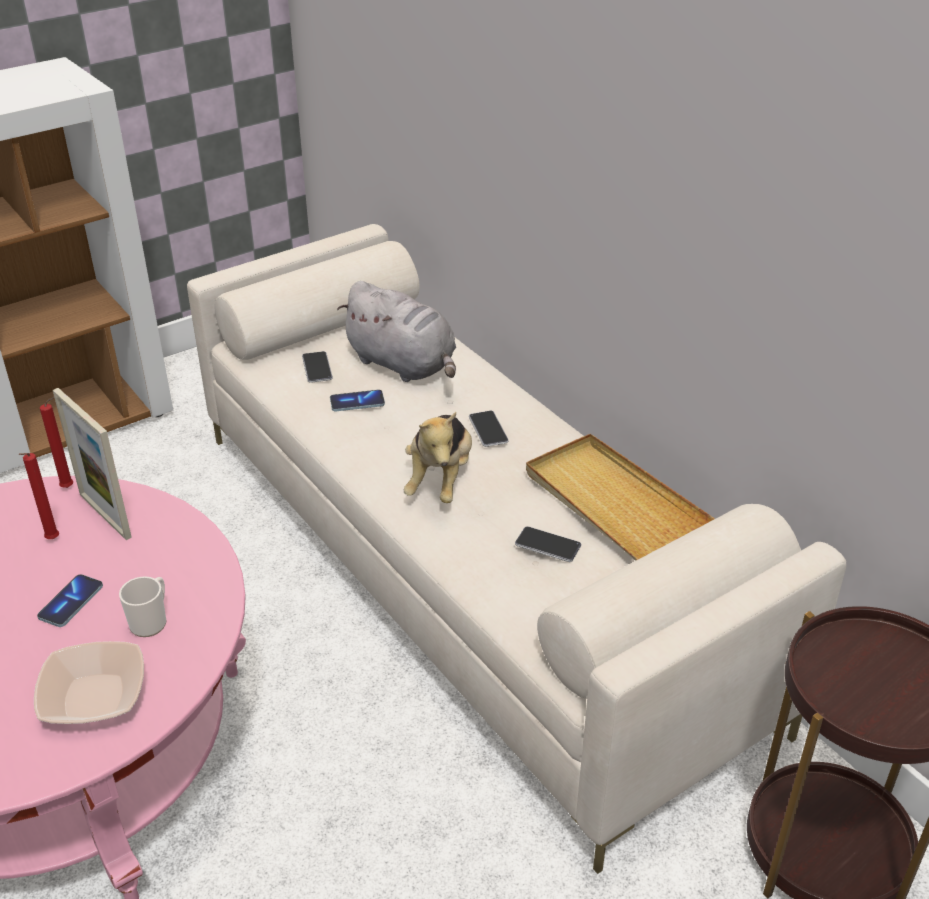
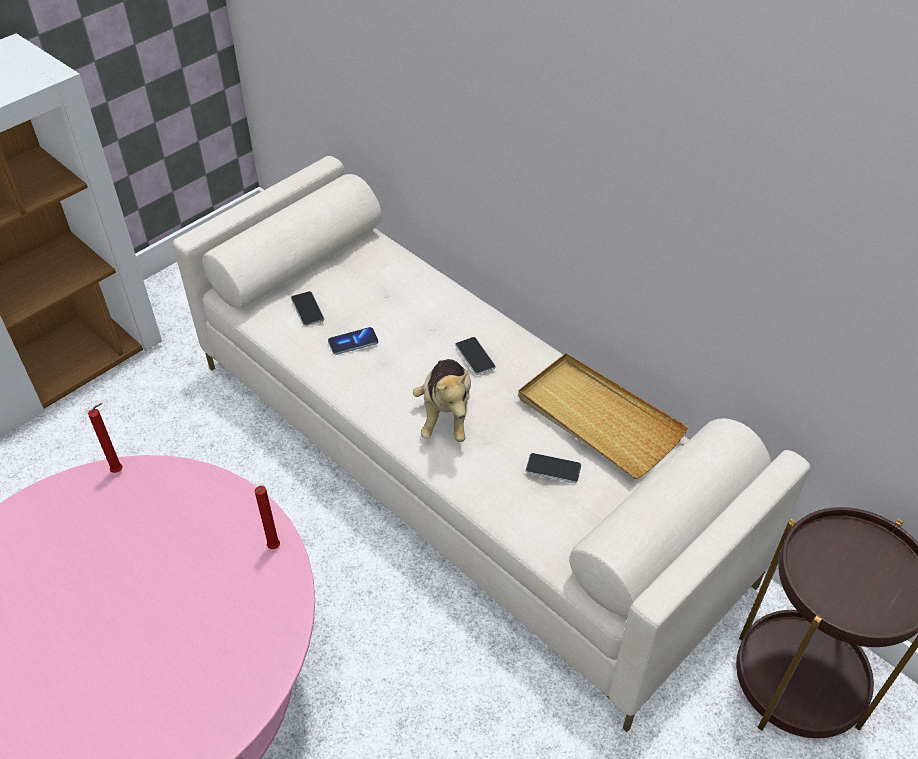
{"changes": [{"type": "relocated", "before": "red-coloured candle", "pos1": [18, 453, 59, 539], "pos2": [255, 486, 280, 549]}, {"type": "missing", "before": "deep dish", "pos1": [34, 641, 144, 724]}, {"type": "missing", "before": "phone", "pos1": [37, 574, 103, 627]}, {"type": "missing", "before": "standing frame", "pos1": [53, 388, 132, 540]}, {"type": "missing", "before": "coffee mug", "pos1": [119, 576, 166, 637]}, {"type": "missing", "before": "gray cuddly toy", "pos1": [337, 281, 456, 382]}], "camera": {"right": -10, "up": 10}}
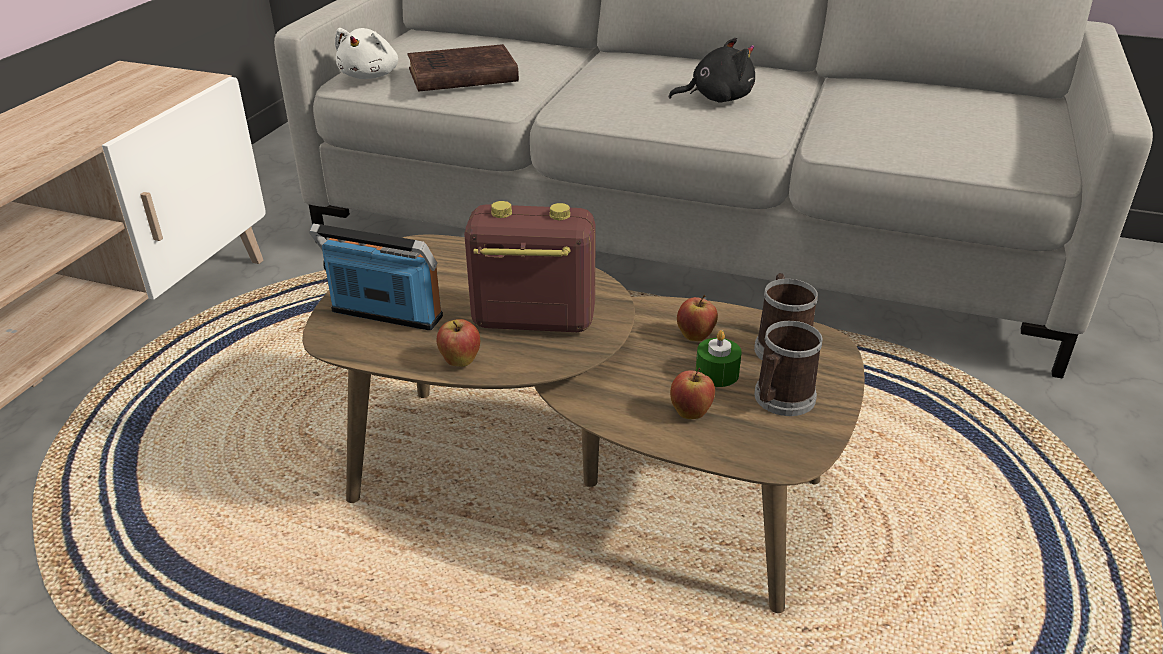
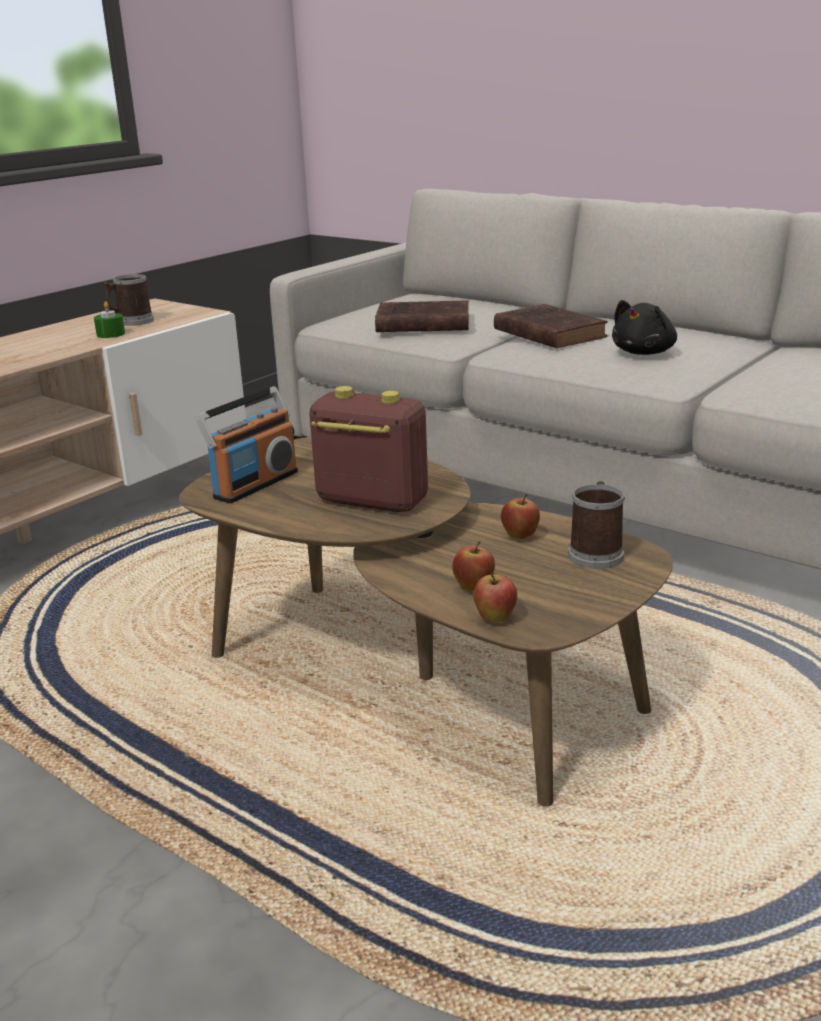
{"changes": [{"type": "spun", "before": "radio set", "pos1": [309, 224, 443, 330], "pos2": [195, 386, 298, 504], "turn": 90}, {"type": "missing", "before": "white cuddly toy", "pos1": [335, 28, 398, 79]}, {"type": "relocated", "before": "whole apple", "pos1": [436, 319, 480, 367], "pos2": [473, 573, 517, 623]}, {"type": "spun", "before": "blackish cuddly toy", "pos1": [669, 38, 755, 103], "pos2": [612, 300, 677, 355], "turn": 120}, {"type": "relocated", "before": "green candle", "pos1": [696, 330, 742, 387], "pos2": [94, 301, 125, 338]}, {"type": "relocated", "before": "coffee mug", "pos1": [754, 321, 823, 416], "pos2": [104, 274, 154, 326]}, {"type": "appeared", "after": "brownish book", "pos2": [494, 304, 608, 348]}], "camera": {"right": 20, "up": -10}}
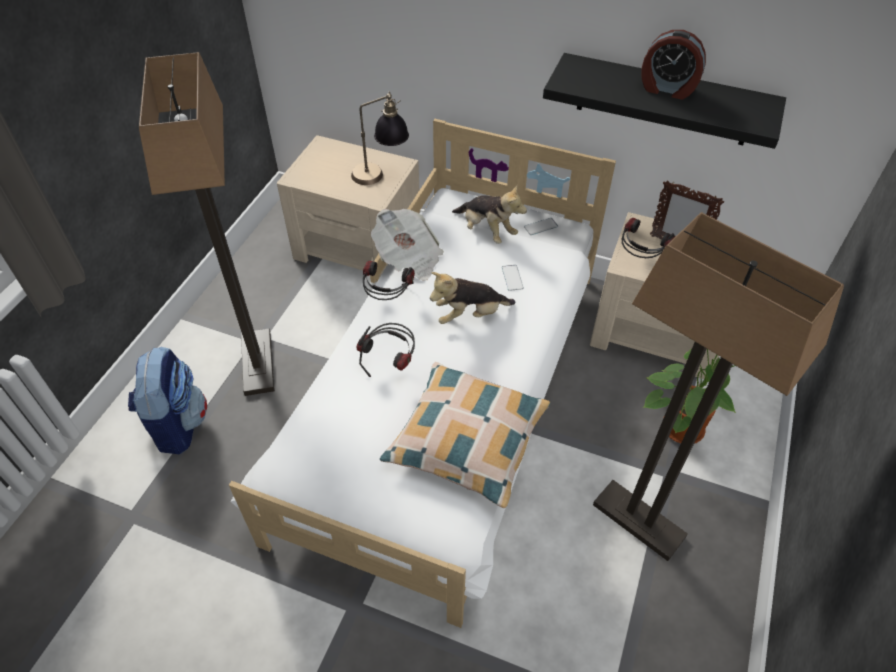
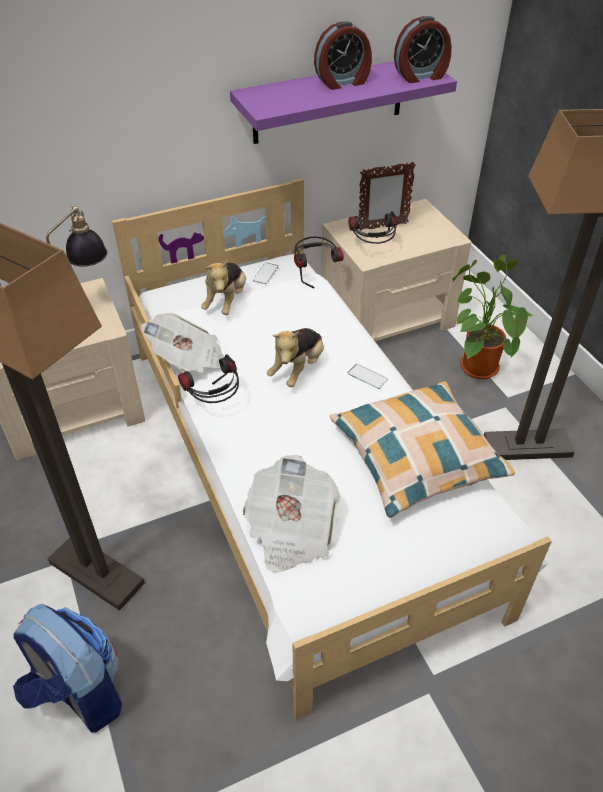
{"changes": [{"type": "relocated", "before": "pair of headphones", "pos1": [357, 323, 415, 377], "pos2": [294, 237, 343, 288]}, {"type": "spun", "before": "cuddly toy", "pos1": [452, 185, 527, 244], "pos2": [201, 260, 246, 315], "turn": 105}, {"type": "relocated", "before": "phone", "pos1": [502, 265, 524, 291], "pos2": [347, 364, 388, 389]}, {"type": "colour", "before": "blackish bracket shelf", "after": "purplish bracket shelf", "pos1": [543, 53, 786, 149], "pos2": [230, 61, 457, 144]}, {"type": "appeared", "after": "newspaper", "pos2": [243, 455, 340, 573]}, {"type": "appeared", "after": "table clock", "pos2": [394, 16, 452, 83]}], "camera": {"right": -45, "up": -5}}
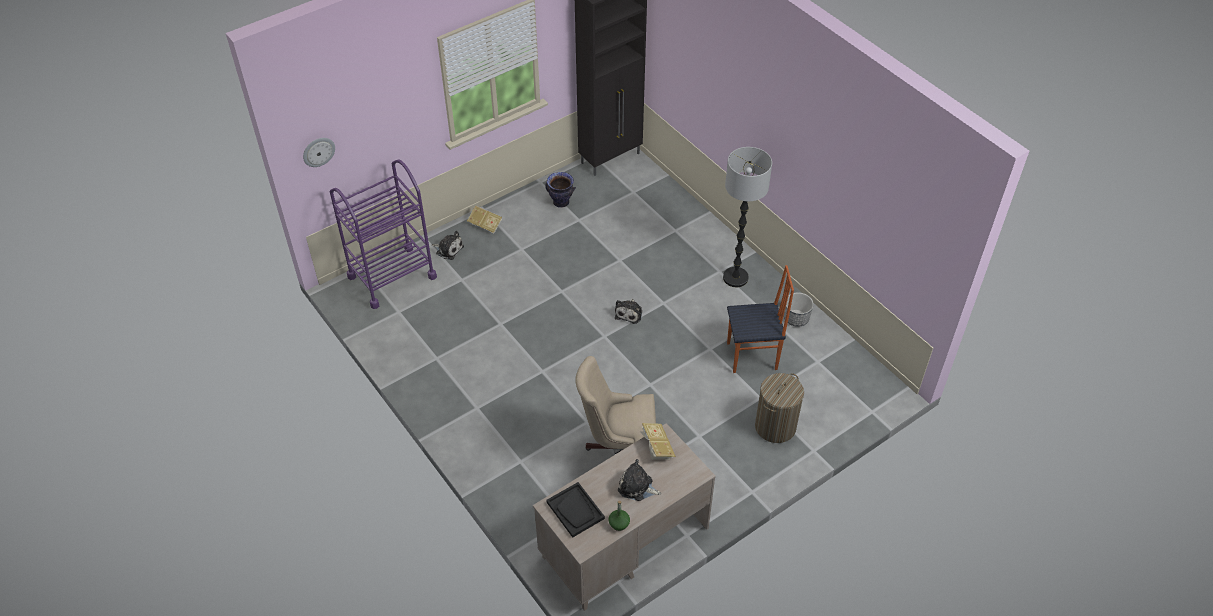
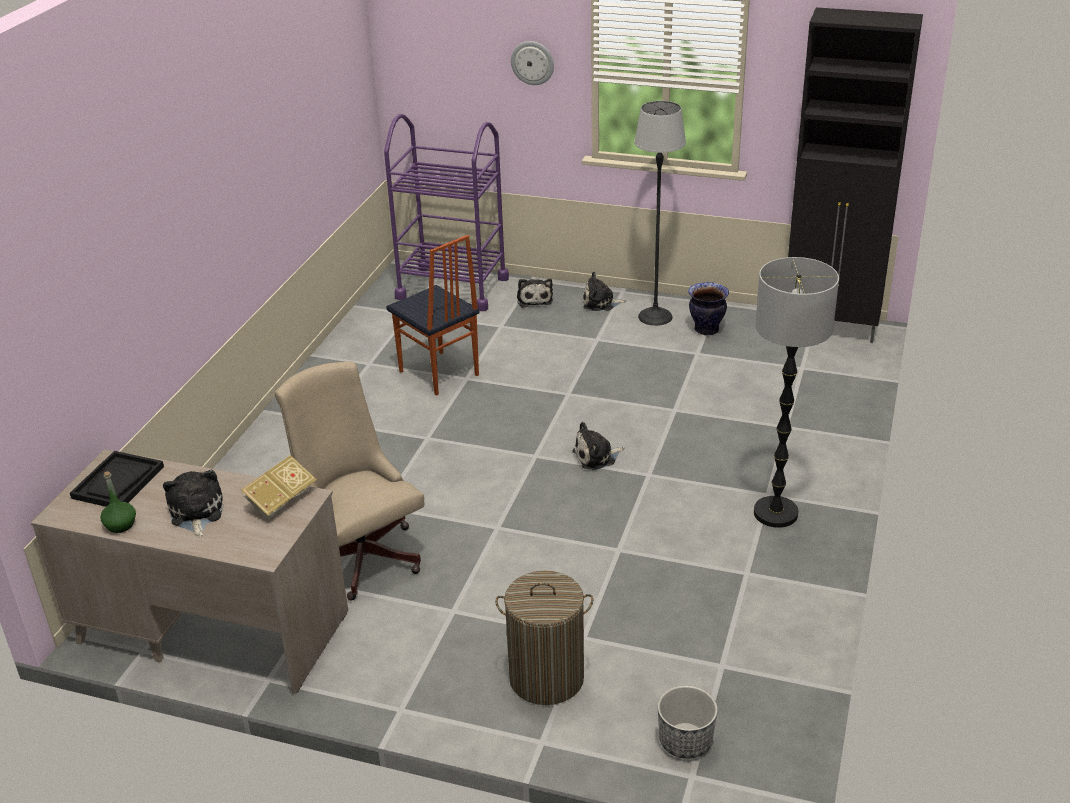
{"changes": [{"type": "relocated", "before": "wall clock", "pos1": [303, 138, 335, 167], "pos2": [511, 41, 554, 85]}, {"type": "exchanged", "before": "book", "after": "cuddly toy", "pos1": [467, 206, 502, 234], "pos2": [583, 271, 627, 311]}, {"type": "relocated", "before": "plain chair", "pos1": [727, 265, 794, 373], "pos2": [386, 235, 480, 396]}, {"type": "relocated", "before": "planter", "pos1": [784, 292, 814, 327], "pos2": [658, 686, 718, 759]}, {"type": "appeared", "after": "floor lamp", "pos2": [634, 101, 686, 326]}], "camera": {"right": 55, "up": -15}}
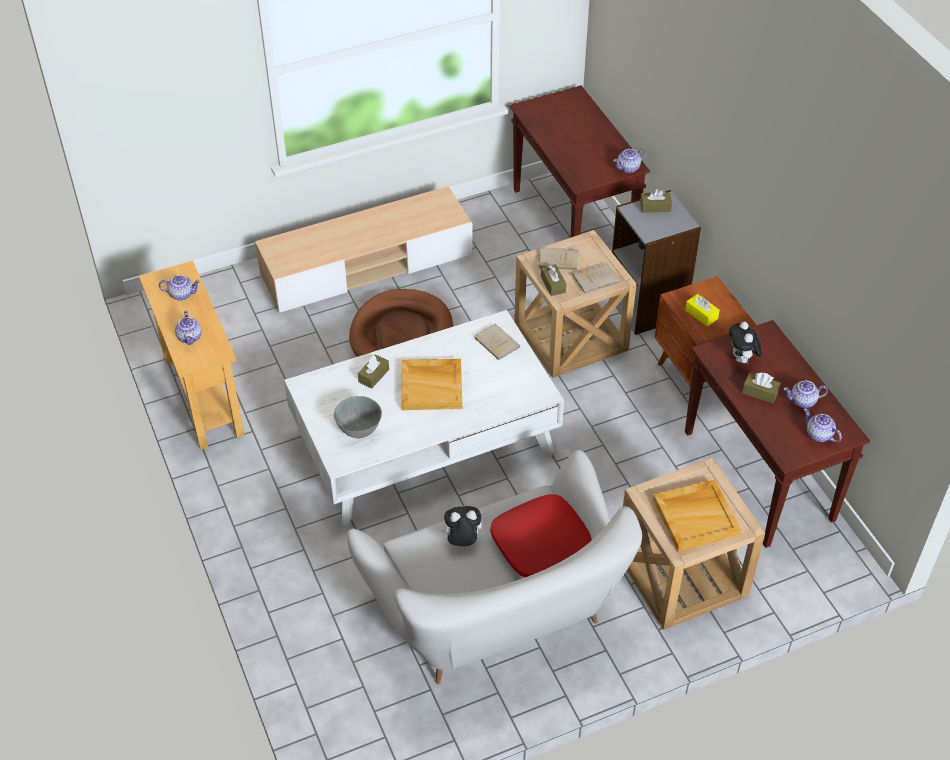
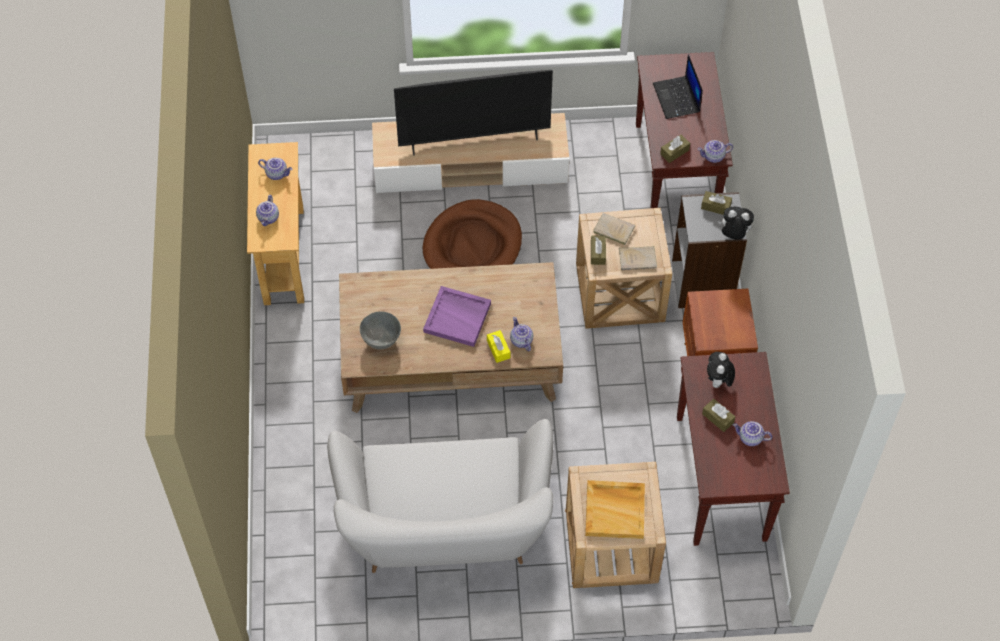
{"changes": [{"type": "colour", "before": "white low table", "after": "brownish low table", "pos1": [284, 310, 564, 526], "pos2": [339, 262, 563, 413]}, {"type": "relocated", "before": "brownish box of tissues", "pos1": [358, 354, 389, 389], "pos2": [660, 134, 690, 163]}, {"type": "colour", "before": "beige-coloured serving tray", "after": "purplish serving tray", "pos1": [401, 359, 462, 410], "pos2": [423, 286, 491, 347]}, {"type": "relocated", "before": "cuddly toy", "pos1": [439, 506, 482, 546], "pos2": [718, 207, 754, 240]}, {"type": "missing", "before": "beige-coloured book", "pos1": [474, 324, 520, 360]}, {"type": "missing", "before": "red-coloured cushion", "pos1": [490, 494, 592, 577]}, {"type": "relocated", "before": "yellow-coloured box of tissues", "pos1": [685, 294, 720, 326], "pos2": [487, 330, 510, 363]}, {"type": "relocated", "before": "teapot", "pos1": [804, 409, 842, 442], "pos2": [510, 317, 533, 351]}, {"type": "appeared", "after": "TV", "pos2": [394, 70, 553, 155]}, {"type": "appeared", "after": "laptop", "pos2": [653, 55, 703, 119]}], "camera": {"right": 20, "up": 10}}
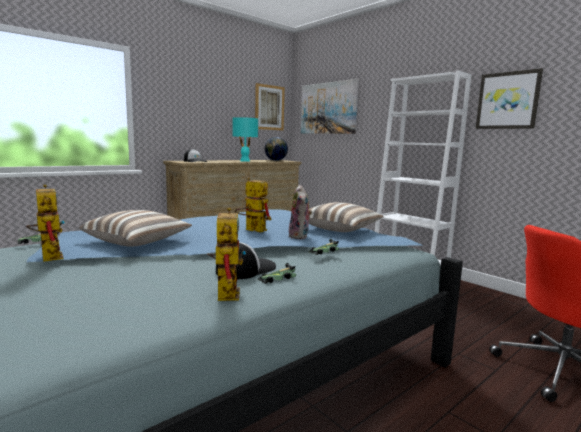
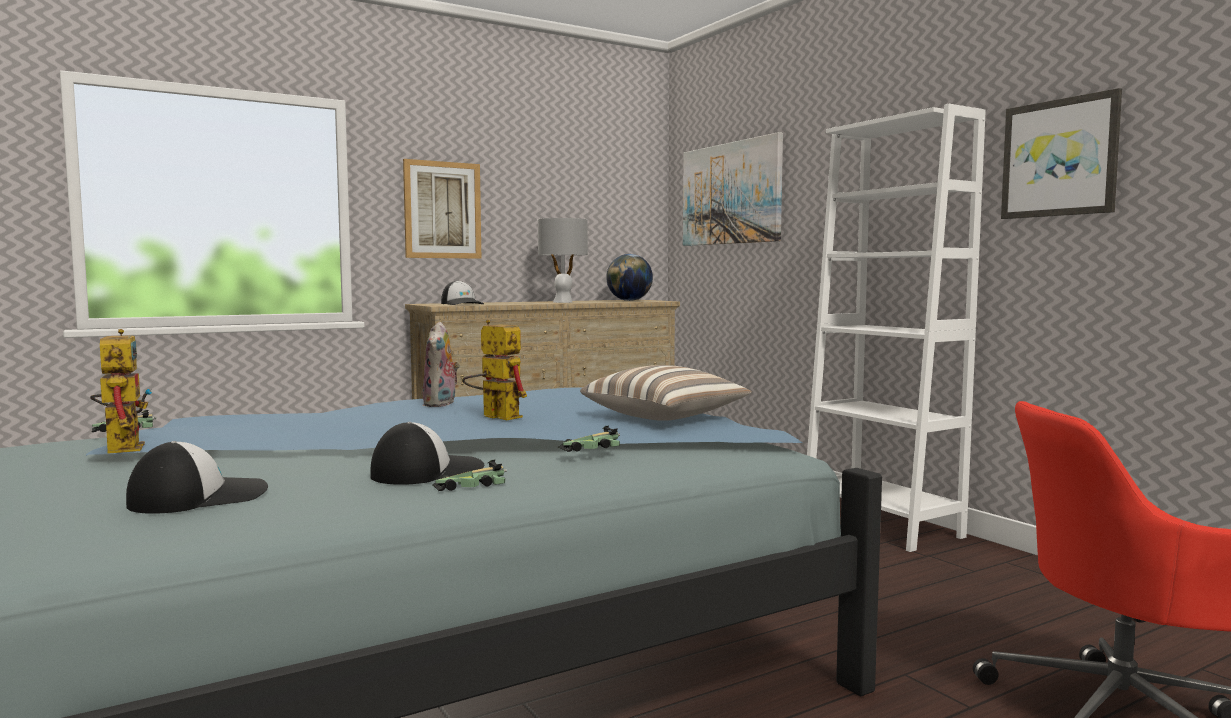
{"changes": [{"type": "missing", "before": "cushion", "pos1": [79, 210, 192, 247]}, {"type": "missing", "before": "model robot", "pos1": [207, 208, 246, 301]}, {"type": "colour", "before": "blue-green table lamp", "after": "gray table lamp", "pos1": [233, 117, 258, 162], "pos2": [538, 218, 588, 303]}, {"type": "relocated", "before": "picture", "pos1": [255, 83, 285, 131], "pos2": [403, 159, 481, 259]}, {"type": "relocated", "before": "cuddly toy", "pos1": [289, 185, 312, 239], "pos2": [423, 322, 460, 407]}, {"type": "appeared", "after": "peaked cap", "pos2": [126, 441, 268, 514]}], "camera": {"right": 10, "up": -5}}
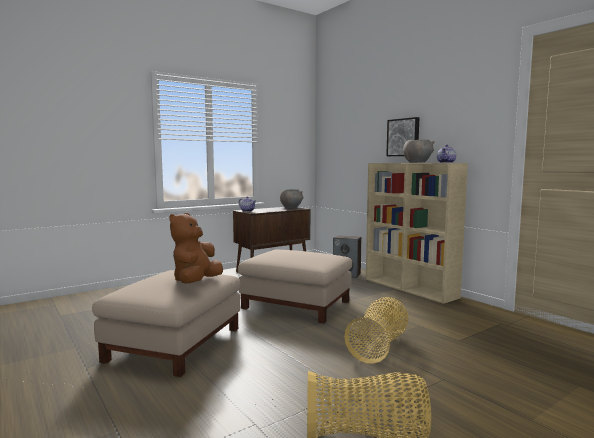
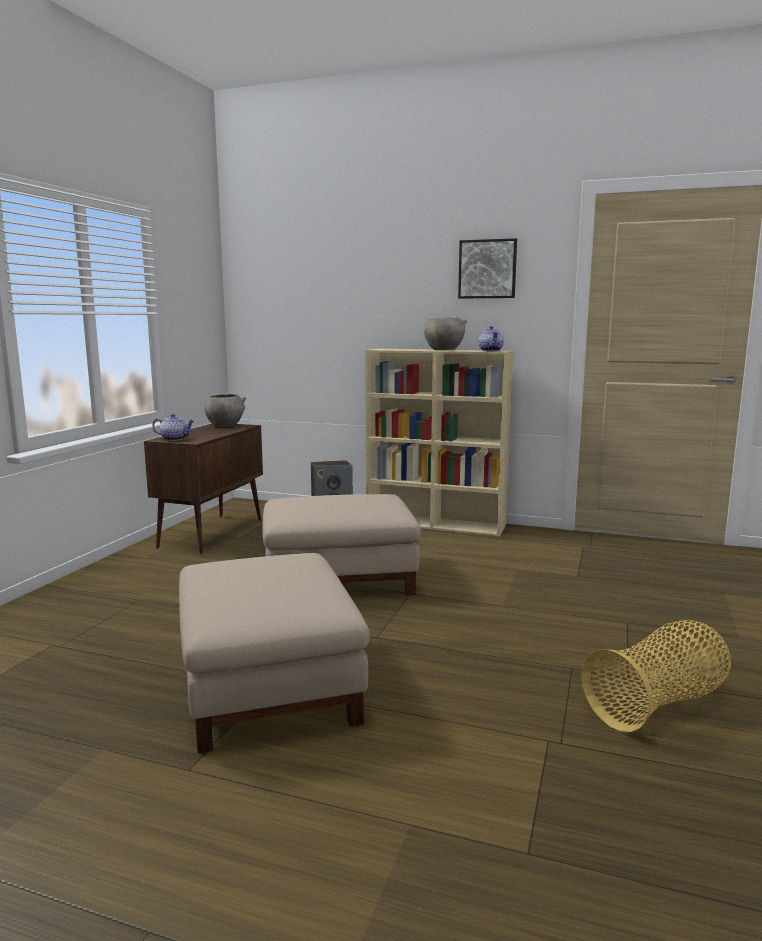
{"changes": [{"type": "missing", "before": "brownish cuddly toy", "pos1": [170, 213, 223, 283]}, {"type": "missing", "before": "household basket", "pos1": [344, 297, 408, 364]}, {"type": "relocated", "before": "picture", "pos1": [386, 117, 419, 156], "pos2": [458, 238, 517, 298]}], "camera": {"right": -35, "up": 5}}
